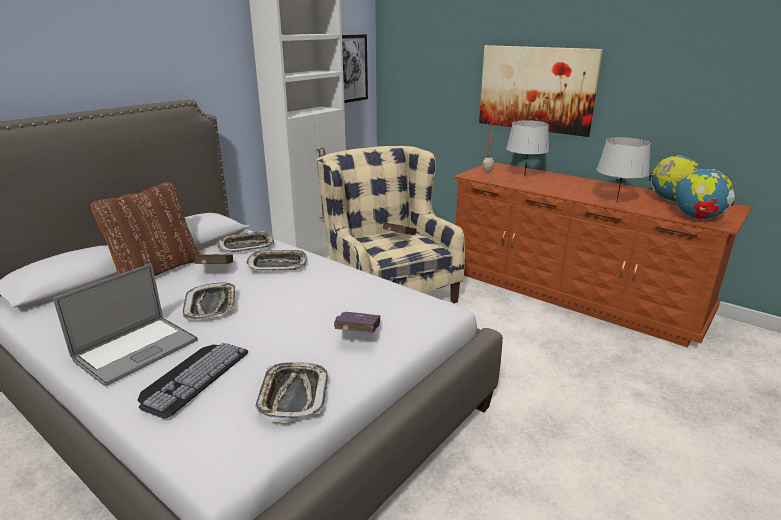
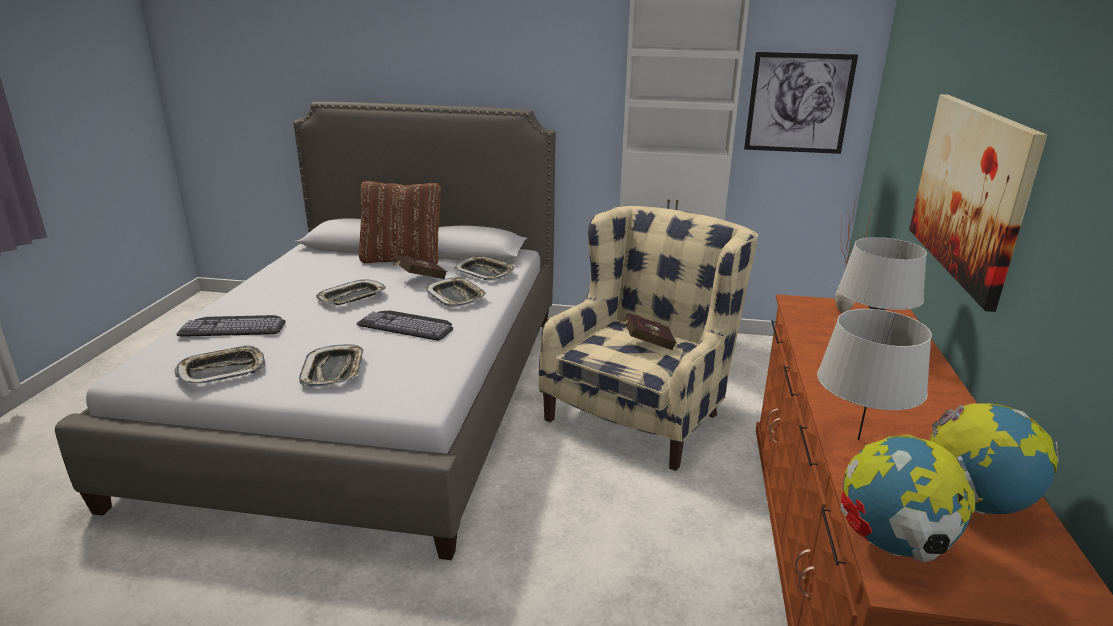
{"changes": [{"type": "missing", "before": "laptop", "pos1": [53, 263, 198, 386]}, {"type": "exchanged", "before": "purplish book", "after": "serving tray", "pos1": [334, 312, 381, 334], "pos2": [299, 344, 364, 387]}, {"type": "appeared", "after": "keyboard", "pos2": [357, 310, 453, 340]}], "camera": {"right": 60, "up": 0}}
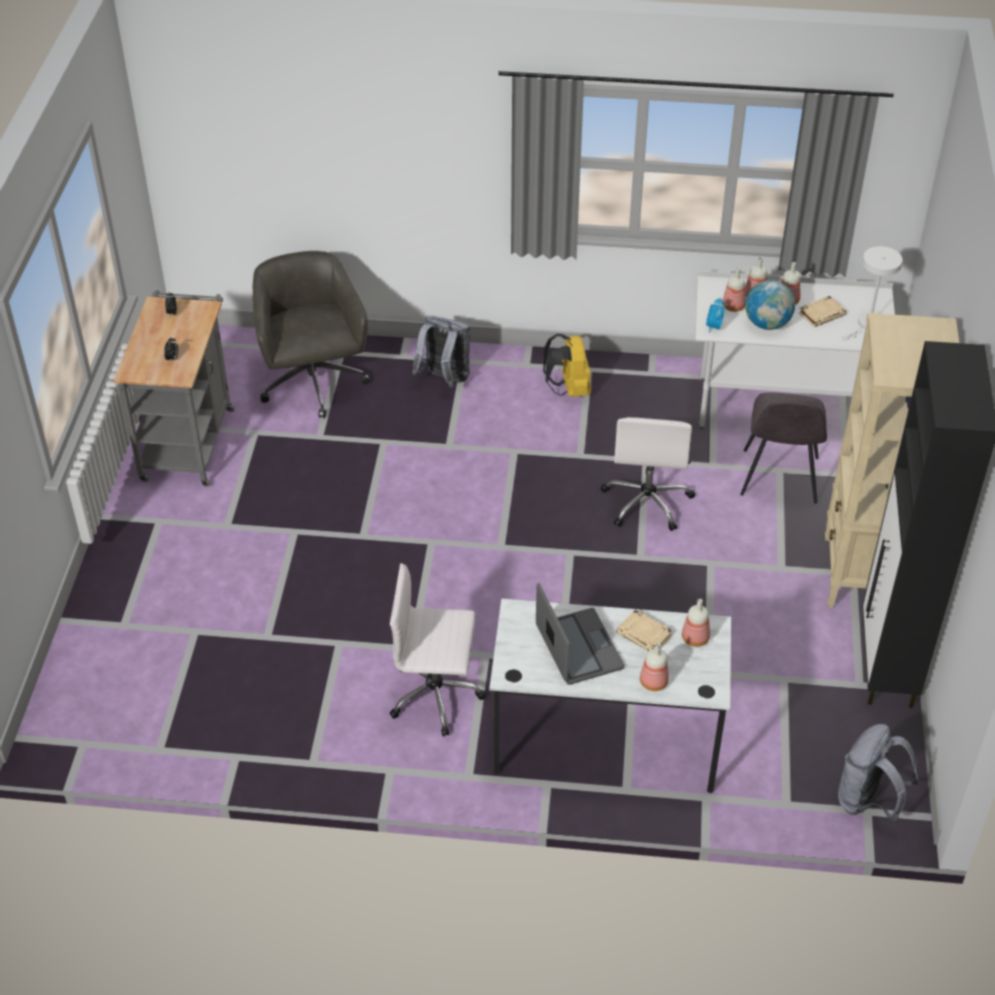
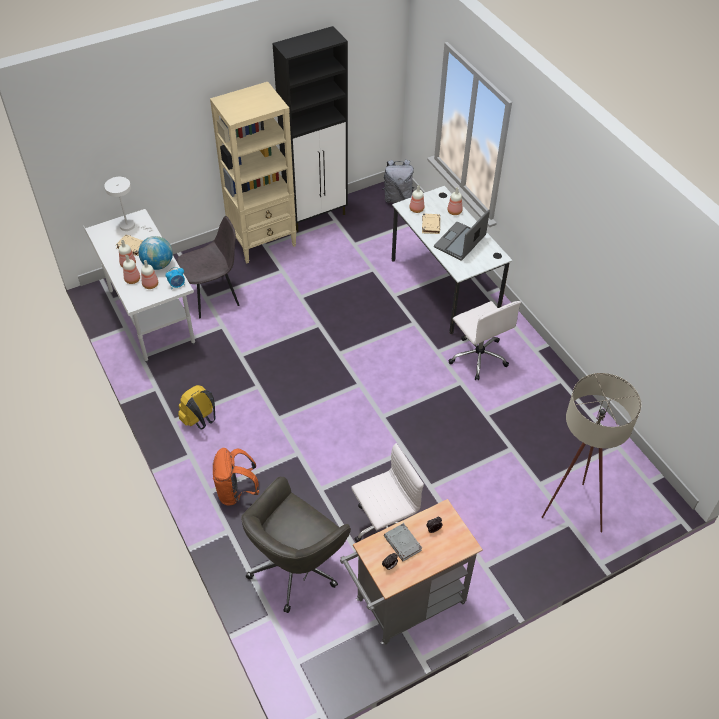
{"changes": [{"type": "colour", "before": "gray rucksack", "after": "orange-coloured rucksack", "pos1": [412, 316, 471, 387], "pos2": [213, 448, 259, 506]}, {"type": "relocated", "before": "white computer chair", "pos1": [600, 417, 696, 531], "pos2": [351, 443, 424, 543]}, {"type": "appeared", "after": "gray book", "pos2": [384, 523, 422, 561]}, {"type": "appeared", "after": "beige-coloured floor lamp", "pos2": [542, 373, 642, 533]}], "camera": {"right": -125, "up": 5}}
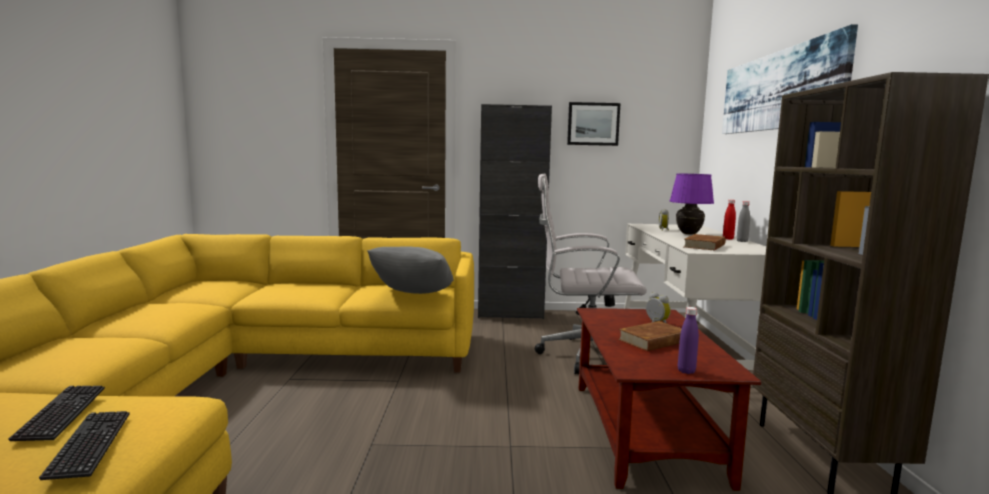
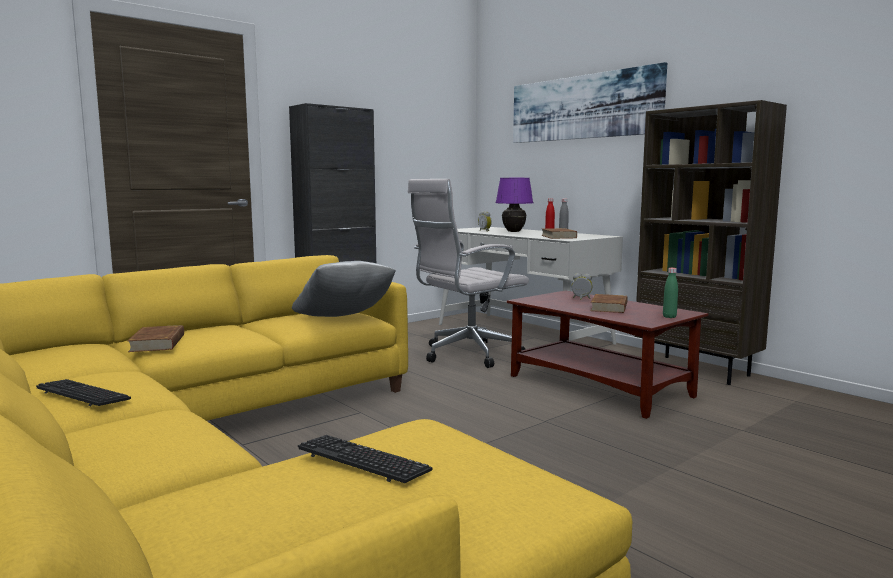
{"changes": [{"type": "relocated", "before": "keyboard", "pos1": [39, 411, 130, 480], "pos2": [36, 379, 131, 406]}, {"type": "missing", "before": "picture", "pos1": [567, 102, 620, 146]}, {"type": "colour", "before": "purplish drink bottle", "after": "green drink bottle", "pos1": [678, 307, 699, 374], "pos2": [663, 268, 678, 318]}, {"type": "appeared", "after": "brownish book", "pos2": [127, 325, 184, 352]}], "camera": {"right": -40, "up": 0}}
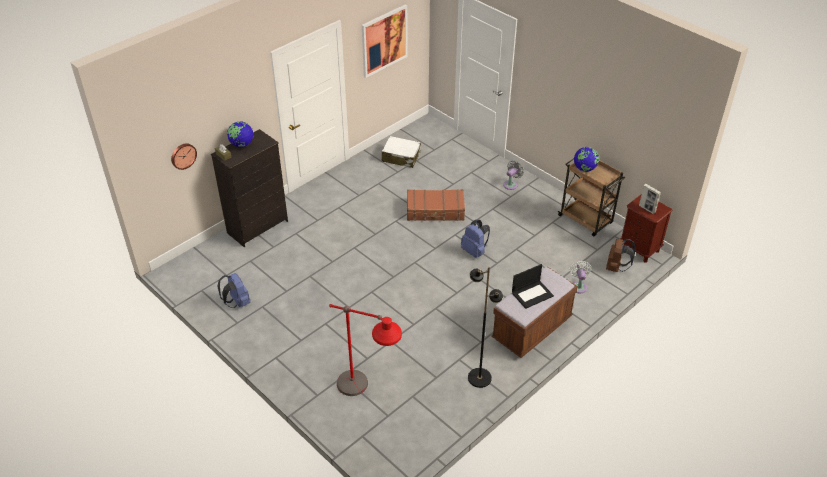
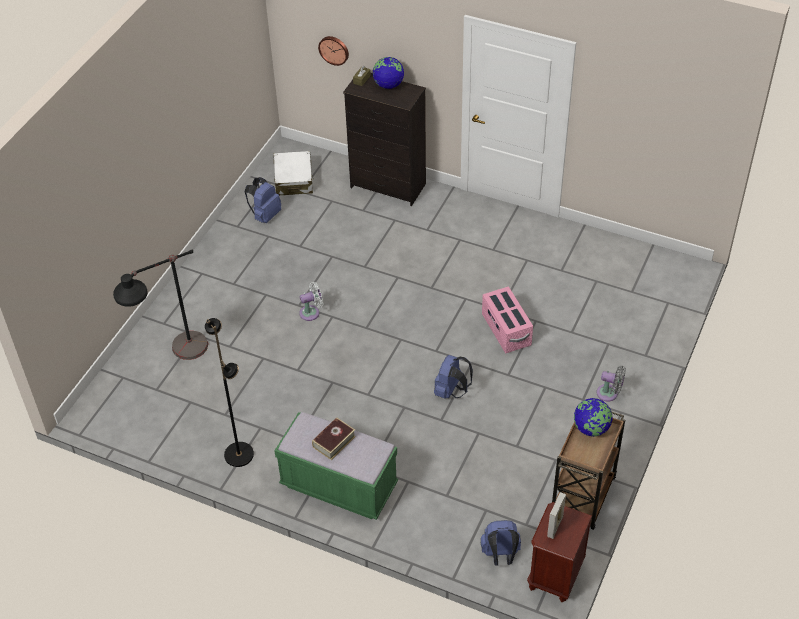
{"changes": [{"type": "colour", "before": "red-coloured floor lamp", "after": "blackish floor lamp", "pos1": [329, 304, 402, 396], "pos2": [113, 250, 208, 360]}, {"type": "missing", "before": "picture", "pos1": [362, 4, 408, 78]}, {"type": "relocated", "before": "white piece of luggage", "pos1": [382, 136, 421, 168], "pos2": [274, 151, 314, 195]}, {"type": "exchanged", "before": "brownish piece of luggage", "after": "pinkish storage bin", "pos1": [407, 189, 465, 221], "pos2": [482, 287, 533, 353]}, {"type": "colour", "before": "brownish bench", "after": "green bench", "pos1": [491, 267, 578, 358], "pos2": [274, 412, 398, 520]}, {"type": "exchanged", "before": "laptop", "after": "book", "pos1": [512, 264, 554, 309], "pos2": [312, 417, 356, 460]}, {"type": "relocated", "before": "white fan", "pos1": [569, 261, 592, 294], "pos2": [299, 282, 323, 321]}, {"type": "colour", "before": "brownish rucksack", "after": "blue rucksack", "pos1": [606, 239, 636, 272], "pos2": [481, 520, 521, 566]}], "camera": {"right": 70, "up": 5}}
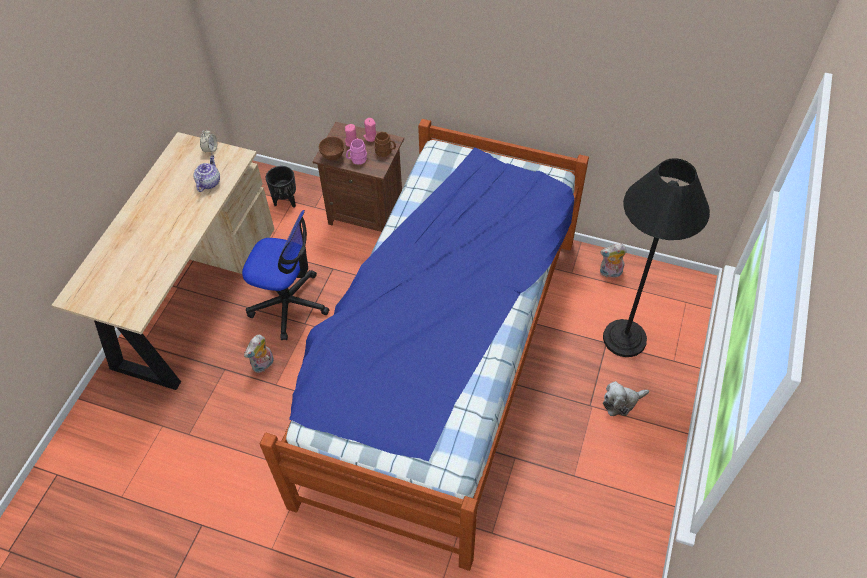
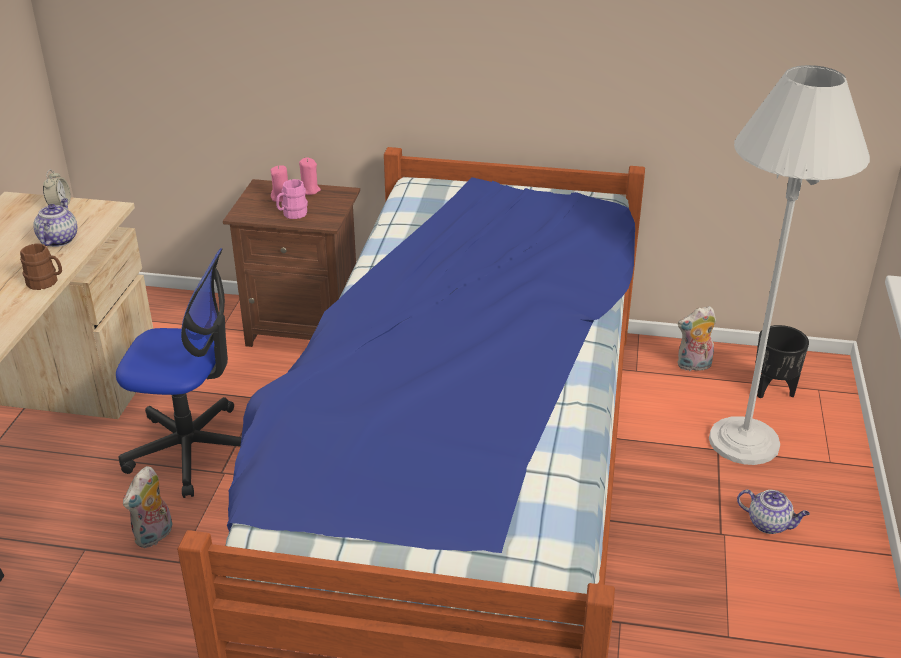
{"changes": [{"type": "relocated", "before": "blackish planter", "pos1": [266, 166, 296, 207], "pos2": [756, 325, 809, 399]}, {"type": "missing", "before": "brownish deep dish", "pos1": [319, 136, 344, 160]}, {"type": "relocated", "before": "brownish coffee mug", "pos1": [374, 132, 396, 157], "pos2": [20, 243, 62, 290]}, {"type": "colour", "before": "blackish floor lamp", "after": "white floor lamp", "pos1": [603, 158, 710, 357], "pos2": [709, 65, 870, 465]}, {"type": "exchanged", "before": "cuddly toy", "after": "teapot", "pos1": [603, 381, 649, 416], "pos2": [737, 489, 810, 534]}], "camera": {"right": -10, "up": -20}}
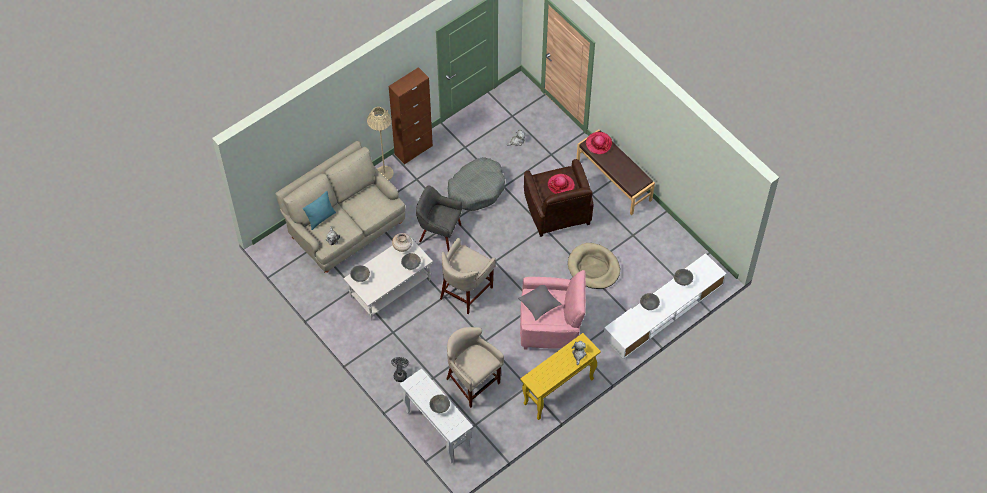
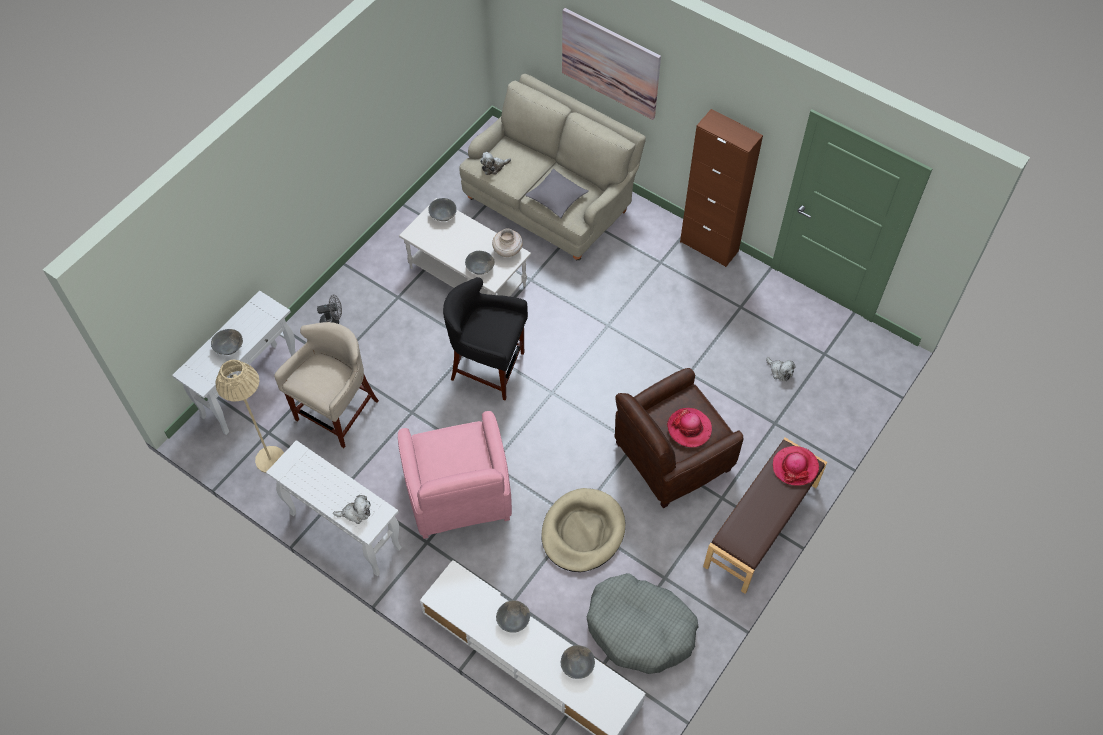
{"changes": [{"type": "missing", "before": "blue-green cushion", "pos1": [303, 191, 336, 230]}, {"type": "relocated", "before": "beige-coloured floor lamp", "pos1": [367, 107, 394, 180], "pos2": [216, 360, 284, 473]}, {"type": "missing", "before": "gray easy chair", "pos1": [416, 186, 462, 252]}, {"type": "colour", "before": "beige-coloured stool seat", "after": "blackish stool seat", "pos1": [440, 238, 496, 314], "pos2": [443, 277, 528, 401]}, {"type": "relocated", "before": "gray dog bed", "pos1": [448, 157, 505, 211], "pos2": [587, 573, 699, 674]}, {"type": "relocated", "before": "gray cushion", "pos1": [518, 285, 562, 320], "pos2": [525, 169, 589, 218]}, {"type": "colour", "before": "yellow-coloured narrow table", "after": "white narrow table", "pos1": [520, 333, 601, 420], "pos2": [266, 440, 402, 576]}, {"type": "appeared", "after": "picture", "pos2": [562, 8, 661, 120]}], "camera": {"right": 75, "up": 0}}
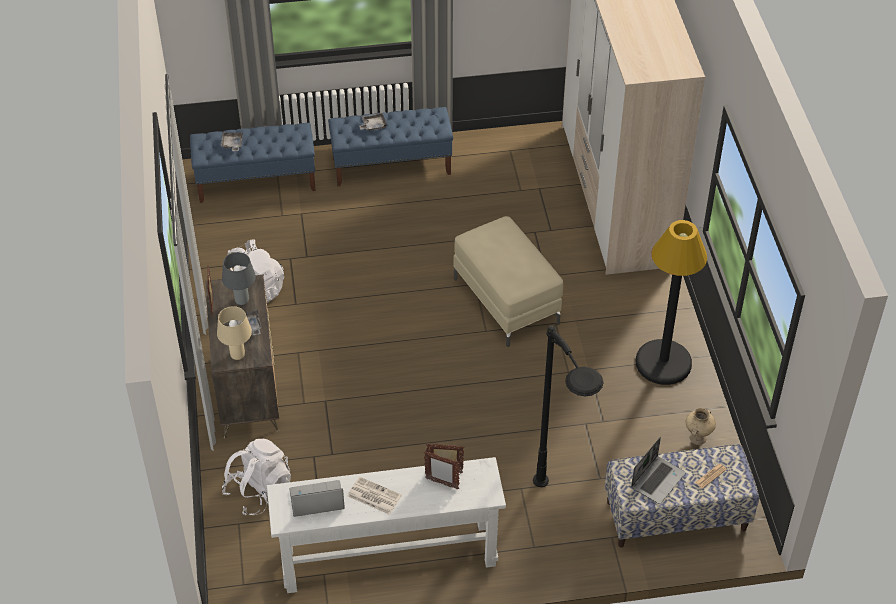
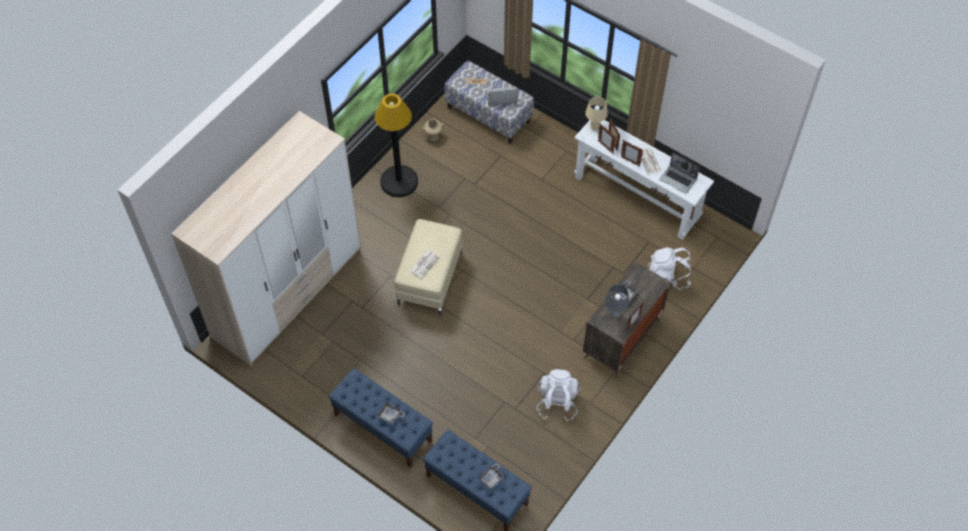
{"changes": [{"type": "relocated", "before": "beige-coloured table lamp", "pos1": [217, 306, 252, 360], "pos2": [585, 97, 608, 130]}, {"type": "missing", "before": "blackish floor lamp", "pos1": [533, 325, 604, 487]}, {"type": "appeared", "after": "newspaper", "pos2": [410, 250, 440, 278]}, {"type": "appeared", "after": "standing frame", "pos2": [621, 141, 643, 166]}], "camera": {"right": -135, "up": 10}}
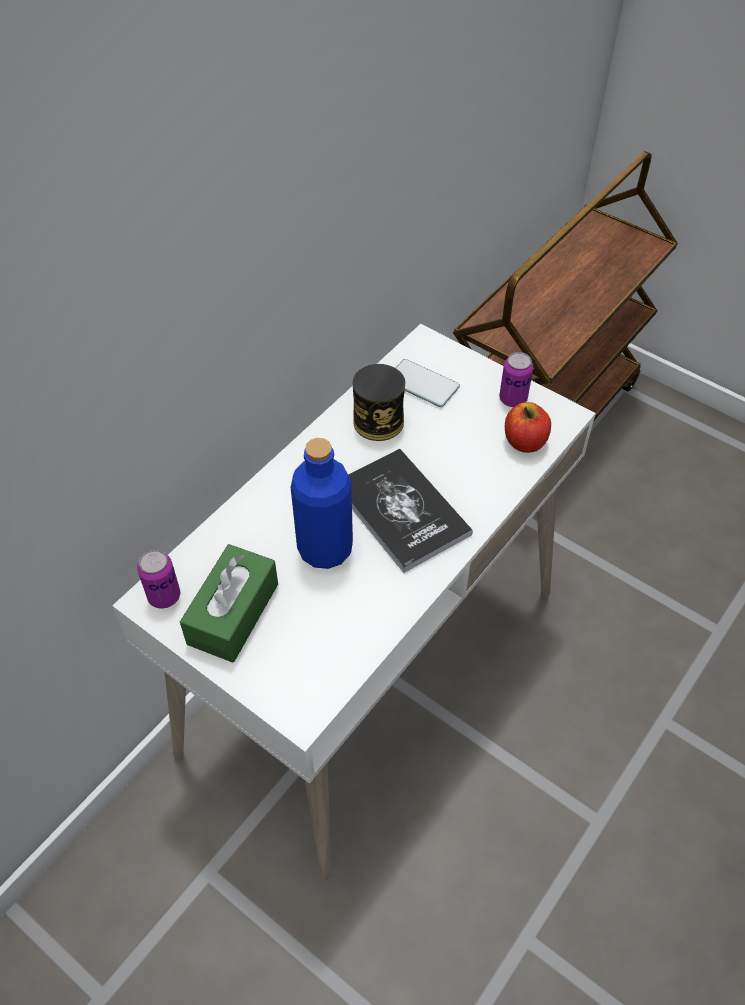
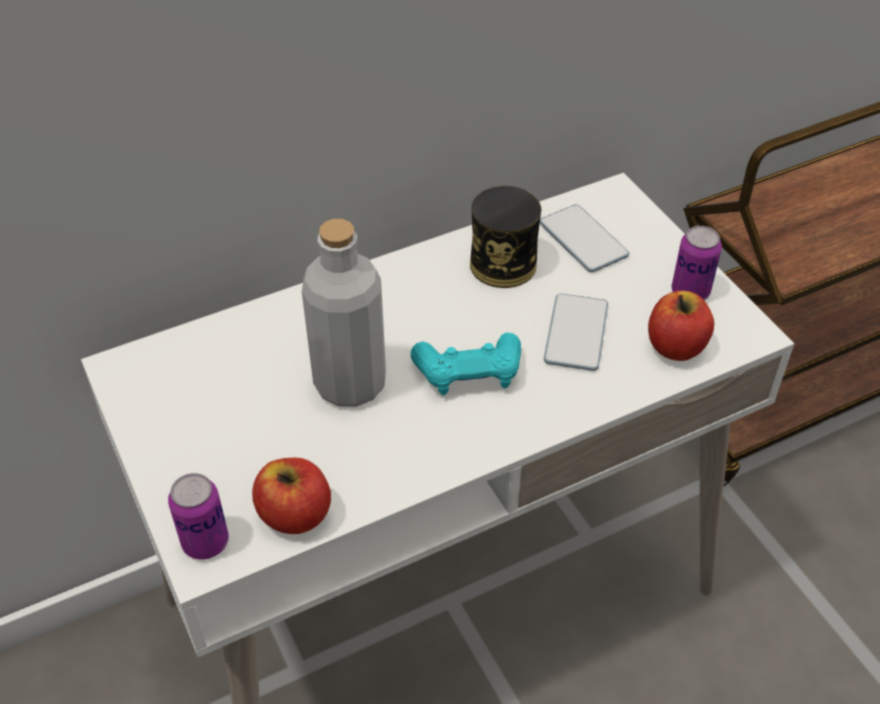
{"changes": [{"type": "relocated", "before": "sealed can", "pos1": [137, 549, 180, 608], "pos2": [168, 473, 229, 560]}, {"type": "missing", "before": "green box of tissues", "pos1": [180, 544, 278, 663]}, {"type": "colour", "before": "blue drink bottle", "after": "gray drink bottle", "pos1": [291, 438, 353, 569], "pos2": [302, 219, 386, 407]}, {"type": "exchanged", "before": "book", "after": "blue-green joypad", "pos1": [348, 449, 473, 573], "pos2": [411, 333, 521, 395]}, {"type": "appeared", "after": "whole apple", "pos2": [252, 457, 331, 534]}, {"type": "appeared", "after": "phone", "pos2": [544, 293, 608, 371]}], "camera": {"right": 25, "up": -5}}
